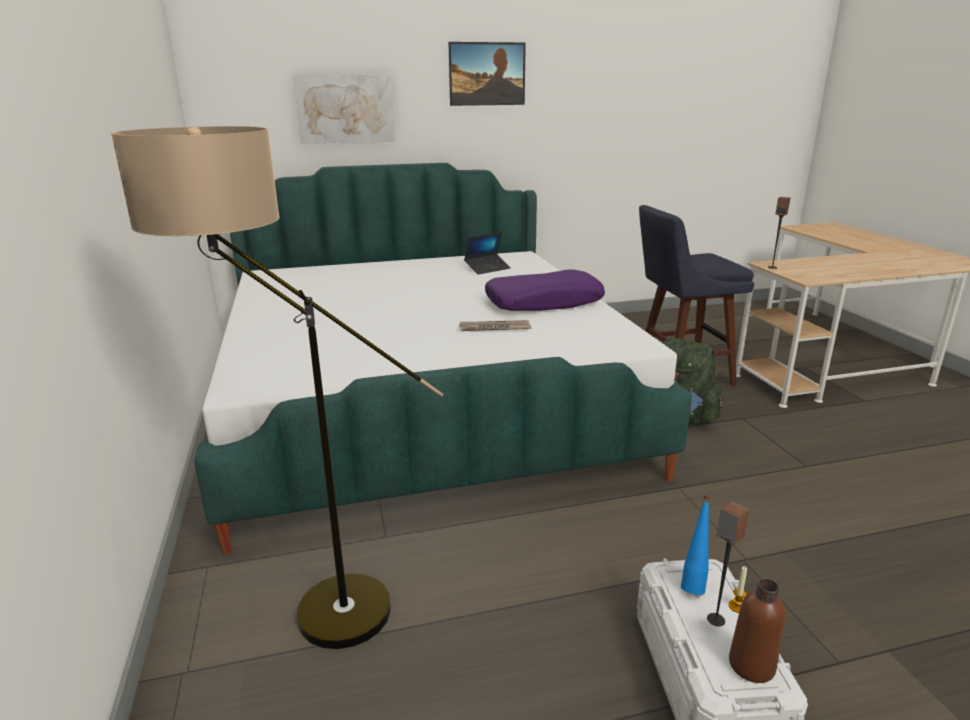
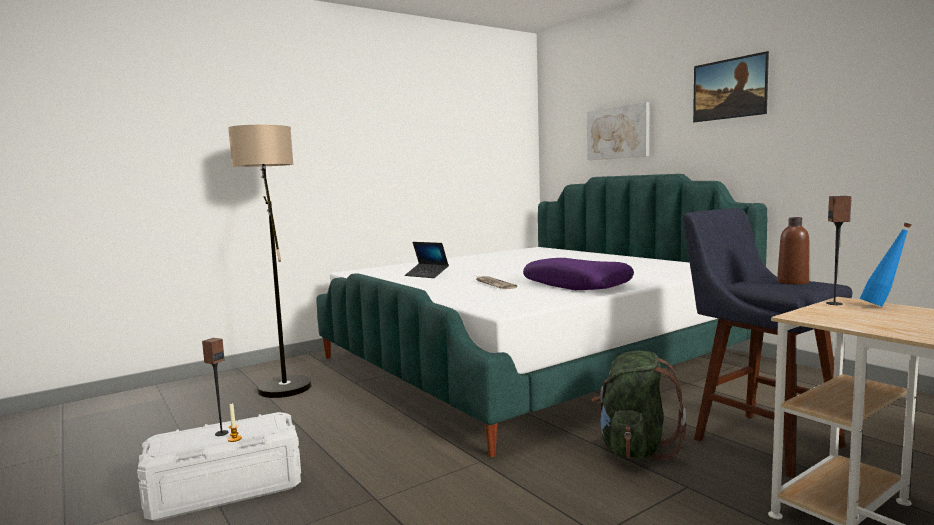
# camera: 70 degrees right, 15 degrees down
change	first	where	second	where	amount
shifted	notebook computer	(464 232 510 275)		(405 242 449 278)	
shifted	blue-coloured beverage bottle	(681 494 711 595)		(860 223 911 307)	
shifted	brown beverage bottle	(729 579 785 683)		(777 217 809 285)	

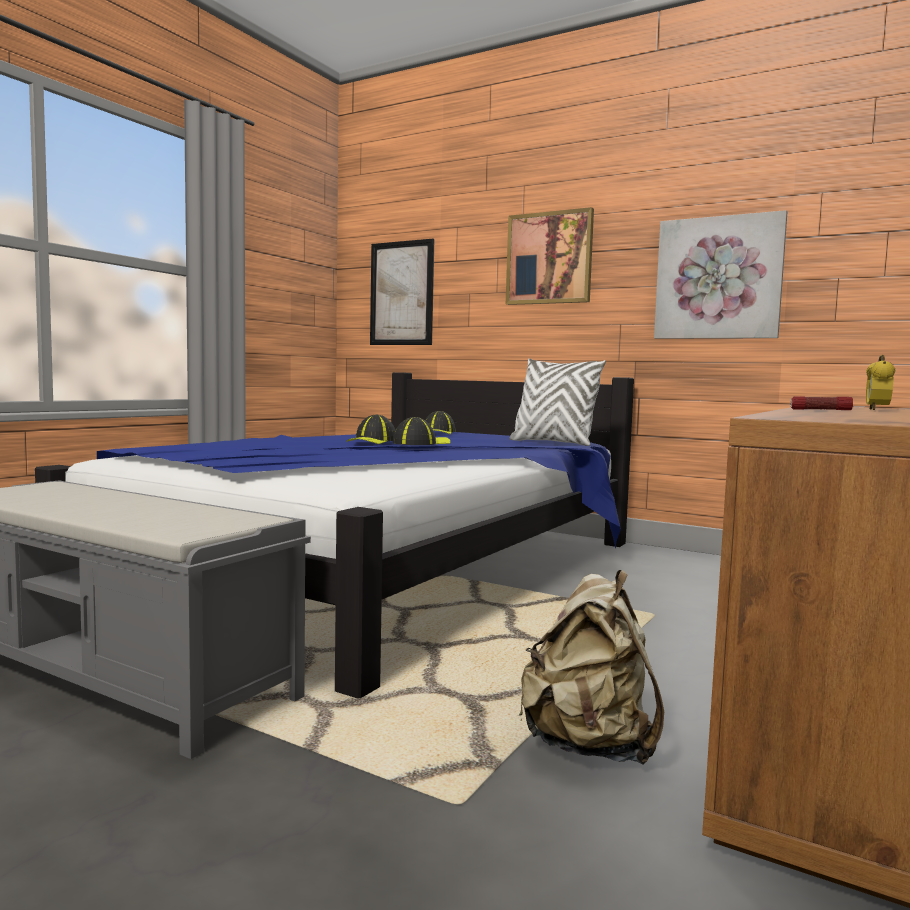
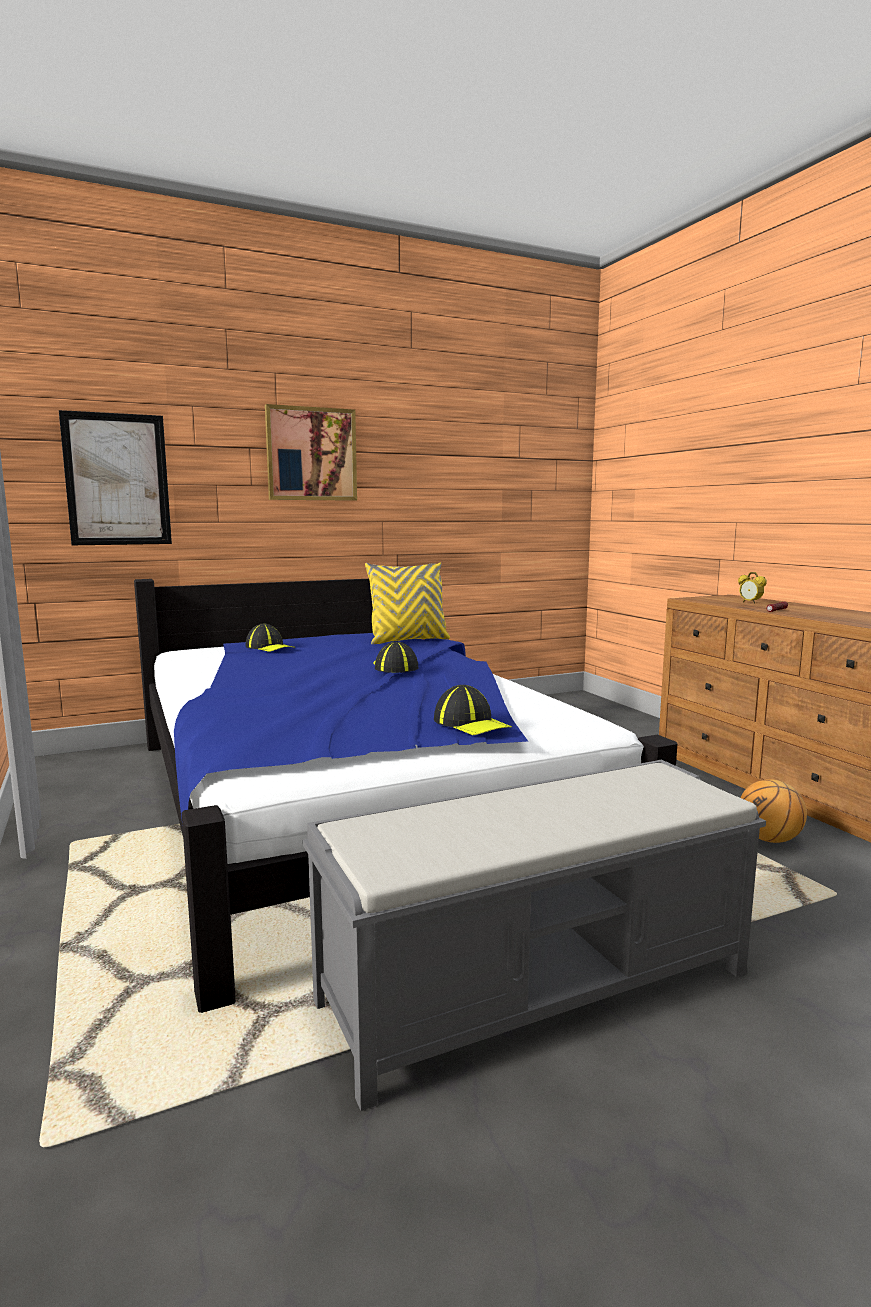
# camera: 55 degrees left, 5 degrees up
change	first	where	second	where	amount
gone	picture	(654 210 787 339)			
repainted	white-coloured cushion	(509 358 606 446)	yellow cushion	(365 562 450 644)	
shifted	cap	(346 415 396 444)		(434 685 512 735)	
swapped	sand-coloured backpack	(518 570 664 764)	basketball ball	(740 779 807 843)	

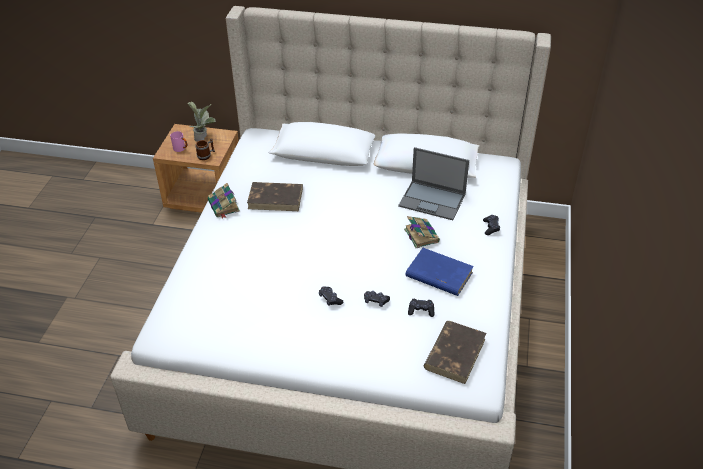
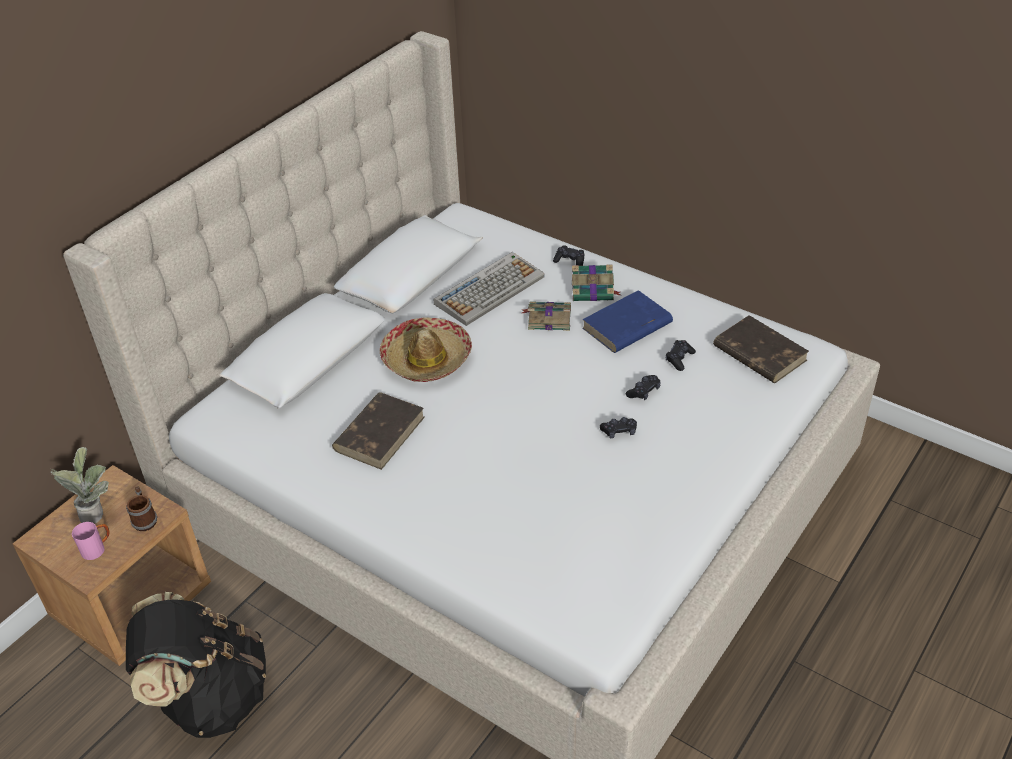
# camera: 65 degrees left, 0 degrees up
change	first	where	second	where	amount
swapped	notebook computer	(398 147 469 220)	computer keyboard	(434 252 545 326)	
shifted	volume	(208 183 240 219)		(572 264 621 301)	
new			clothing hat	(380 317 472 382)	
new			blackish backpack	(126 592 266 738)	

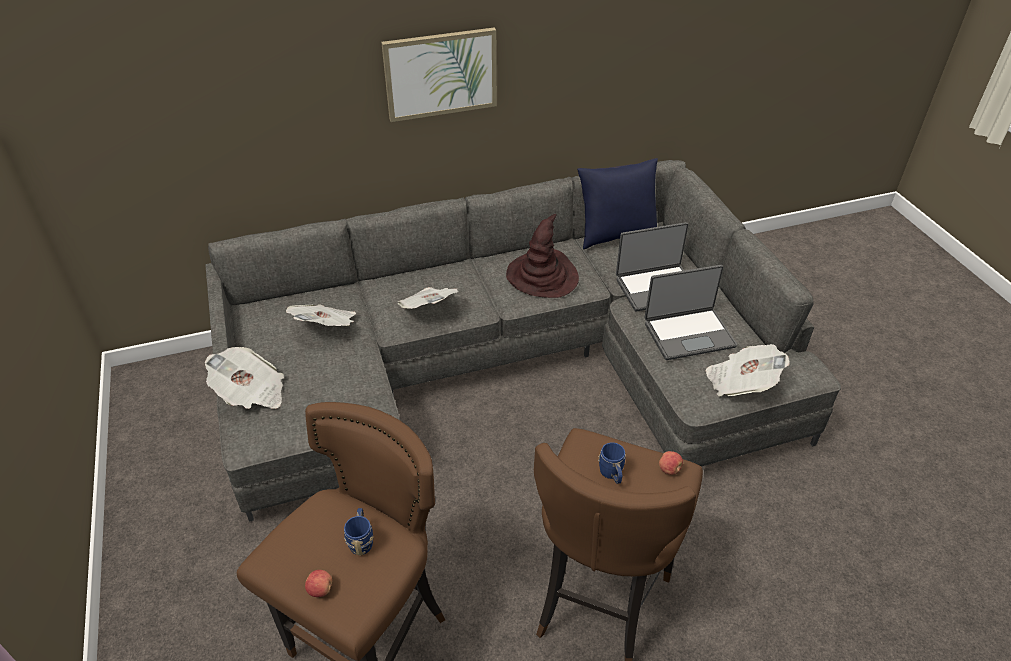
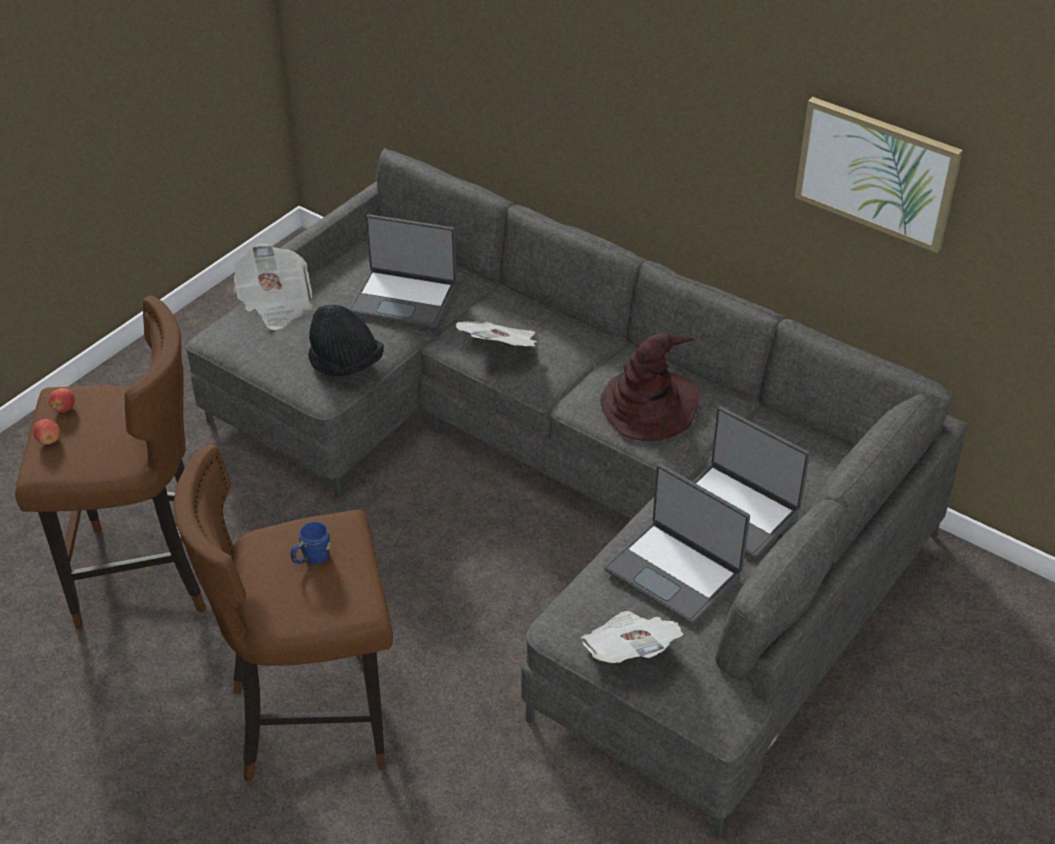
# camera: 55 degrees right, 0 degrees up
change	first	where	second	where	amount
shifted	picture	(381 28 497 122)		(795 97 963 253)	
gone	blue-coloured cushion	(577 158 658 249)			
swapped	daily paper	(286 304 356 326)	notebook computer	(349 214 457 328)	
shifted	whole apple	(659 451 683 475)		(49 388 75 412)	
gone	blue-coloured tea mug	(344 508 374 556)			
new			blackish clothing hat	(308 305 384 376)	

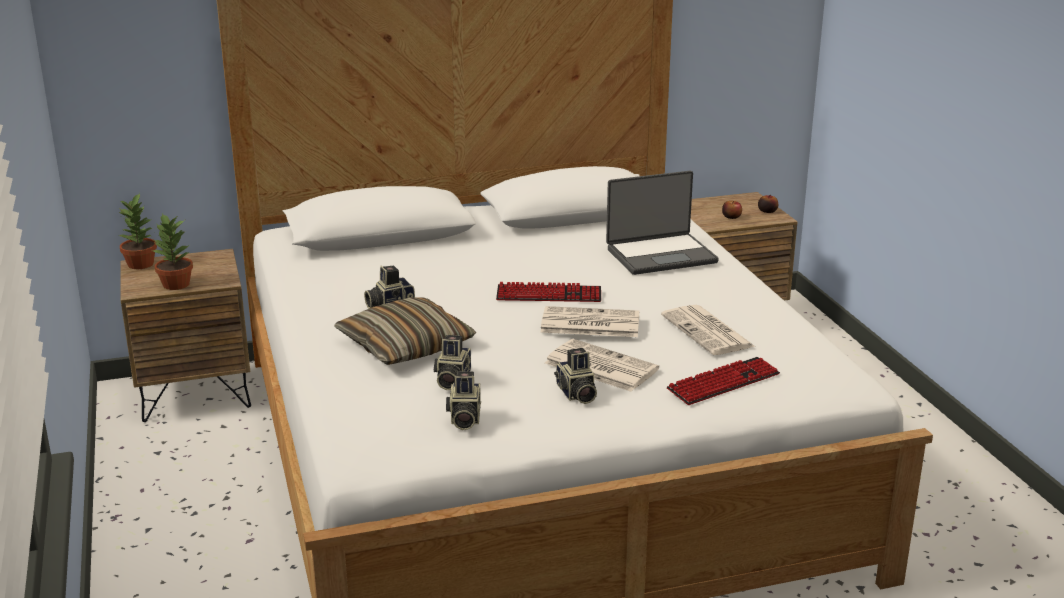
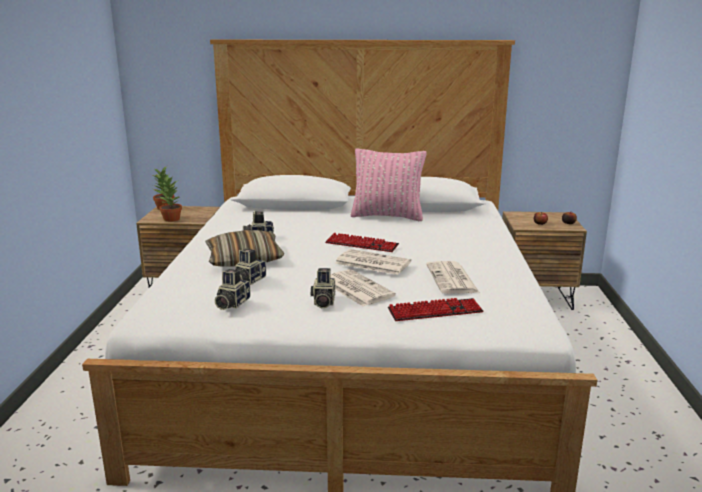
# camera: 20 degrees right, 5 degrees down
change	first	where	second	where	amount
gone	notebook computer	(606 171 719 275)			
new			pink cushion	(351 148 426 221)	

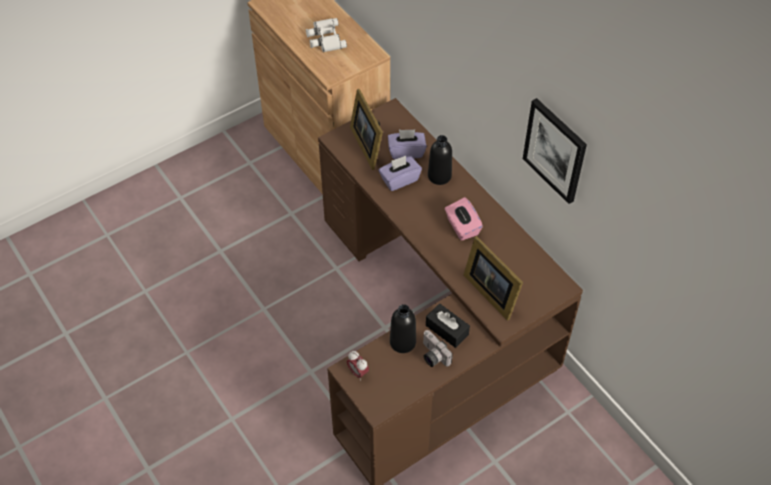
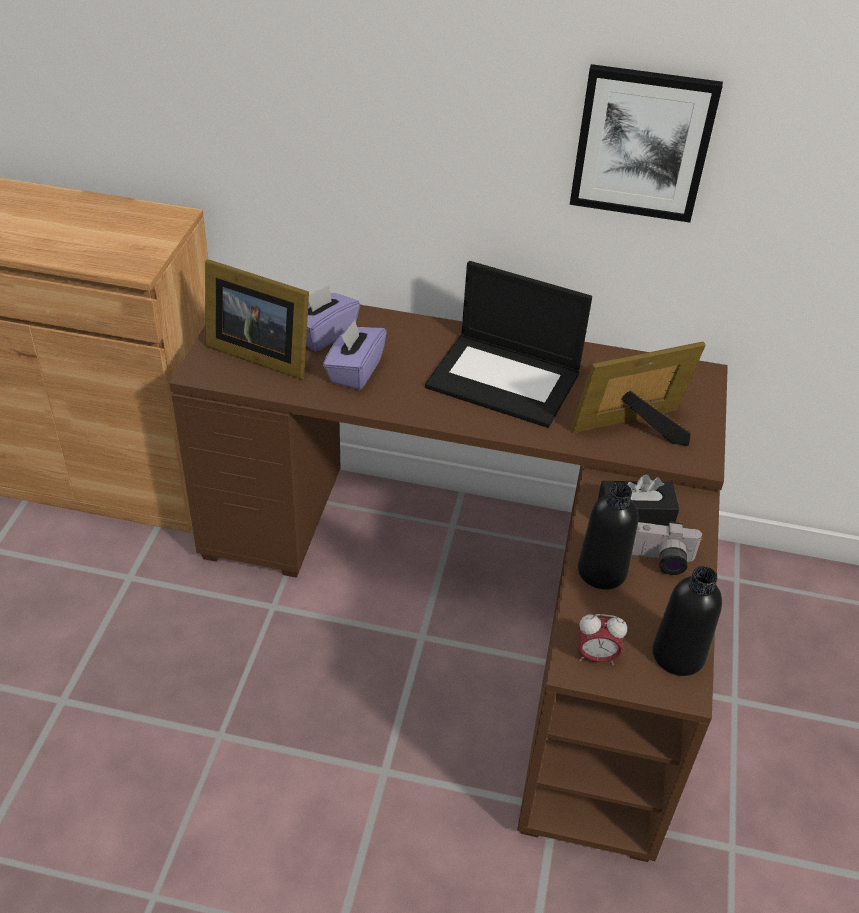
# camera: 45 degrees left, 10 degrees down
change	first	where	second	where	amount
gone	white-coloured binoculars	(306 18 347 52)			
shifted	blackish beverage bottle	(428 135 452 185)		(653 566 722 676)	
swapped	pink tissue holder	(445 197 483 241)	notebook computer	(425 261 592 428)	
rotated	standing frame	(463 236 523 321)		(571 342 706 446)	150 degrees clockwise

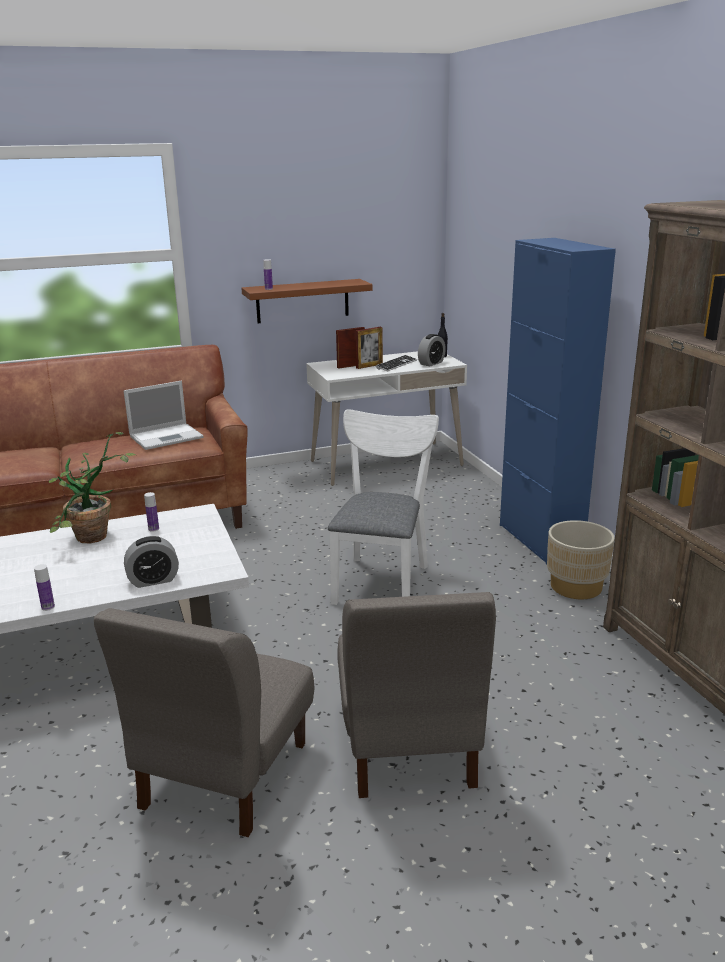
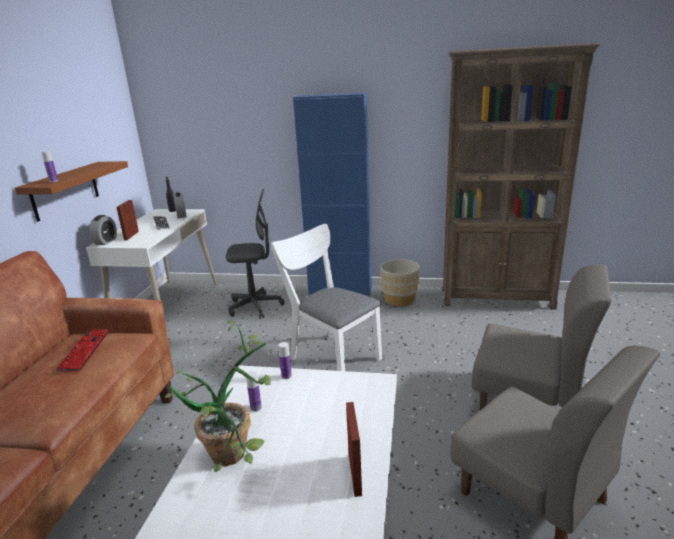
# camera: 60 degrees left, 0 degrees up
change	first	where	second	where	amount
shifted	standing frame	(355 327 383 369)		(346 402 362 497)	
swapped	notebook computer	(124 381 204 450)	computer keyboard	(56 329 109 371)	
shifted	alarm clock	(124 536 179 588)		(89 215 117 245)	
shifted	beverage bottle	(34 564 55 611)		(278 342 292 379)	
new			greyish computer chair	(226 189 285 319)	

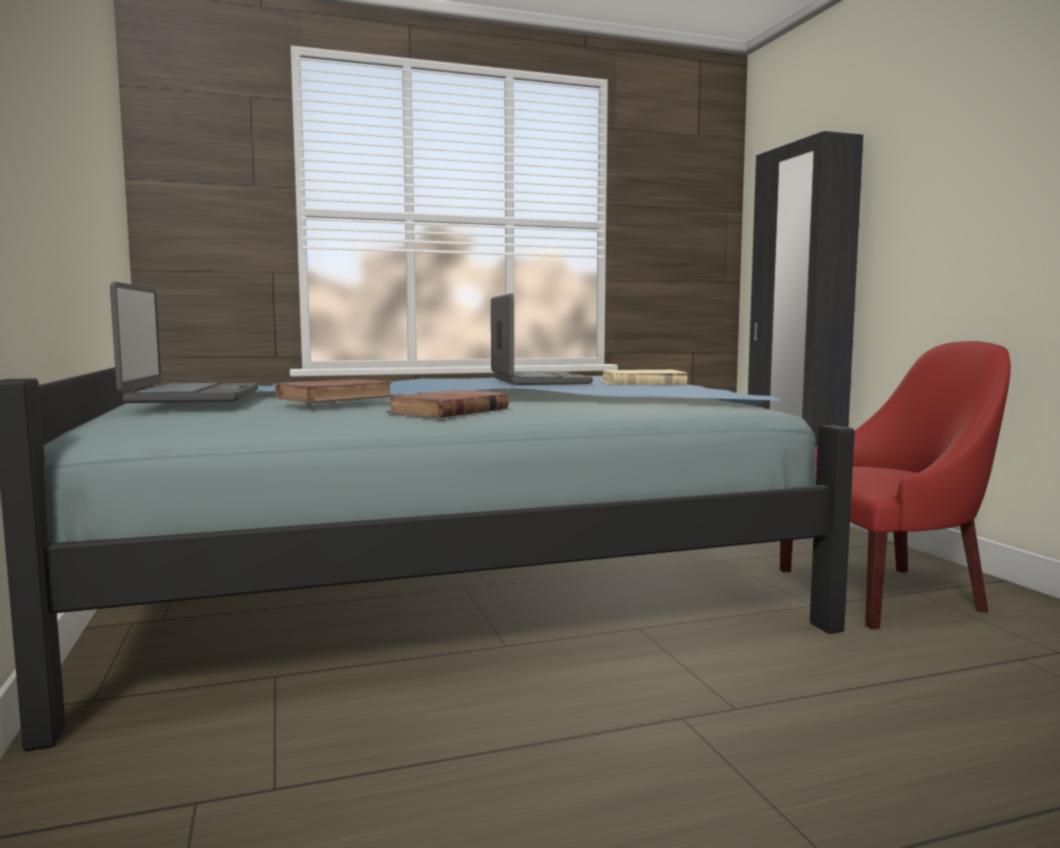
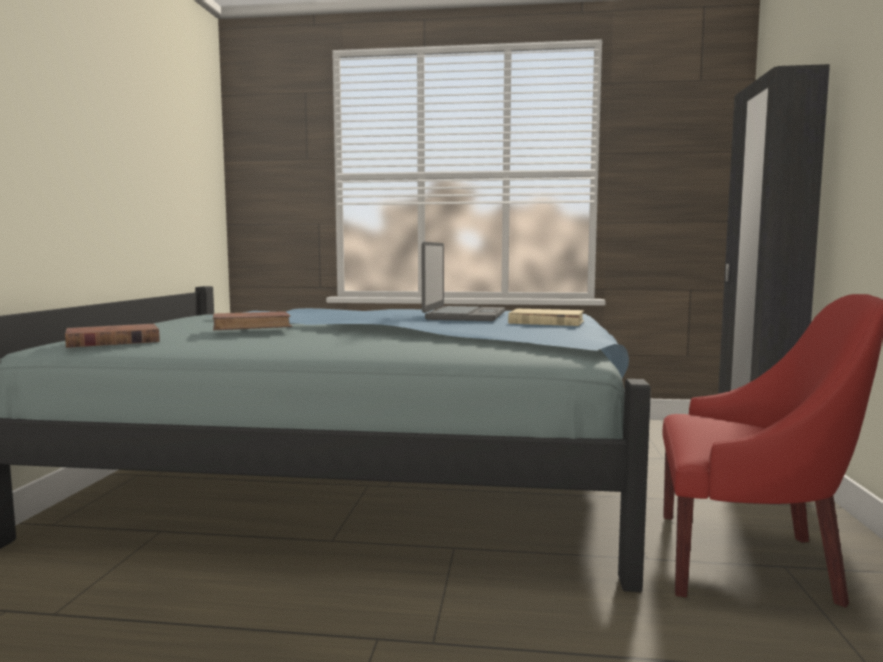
# camera: 25 degrees right, 0 degrees up
change	first	where	second	where	amount
gone	notebook computer	(110 282 258 403)			
shifted	brown volume	(386 390 509 418)		(65 324 160 348)	

